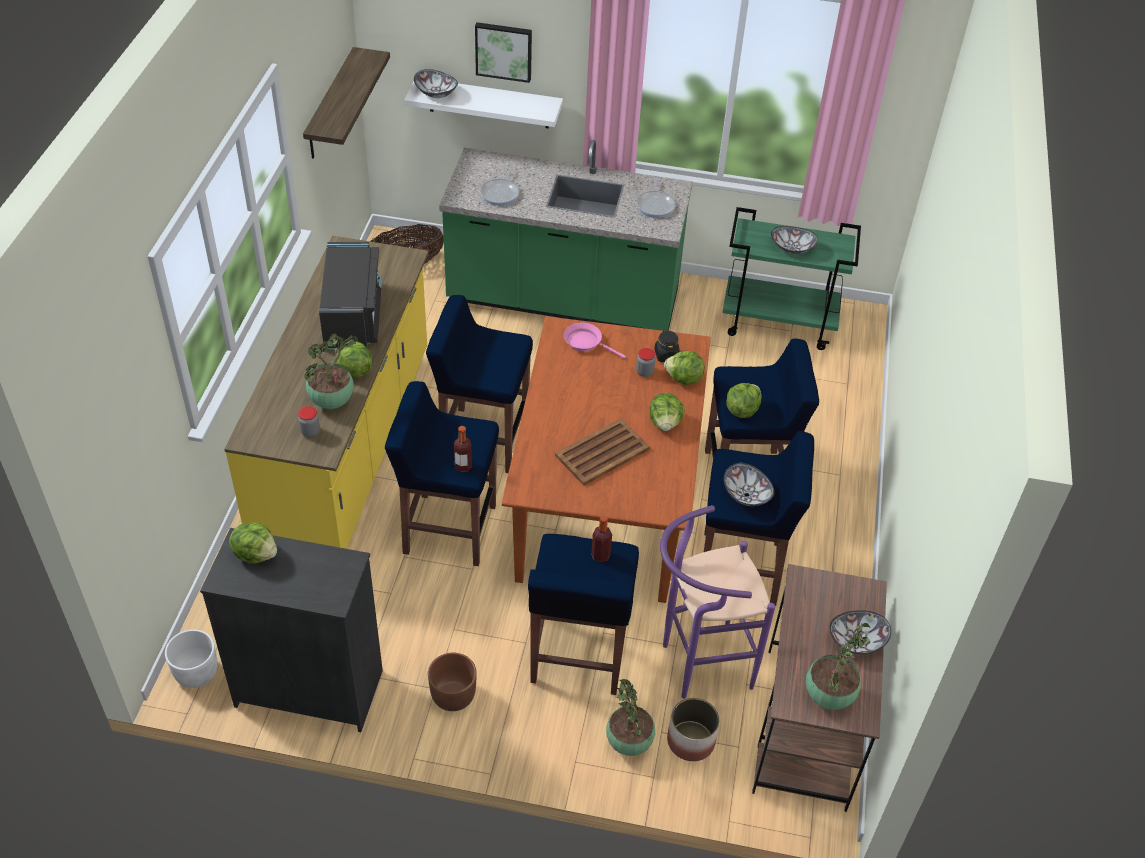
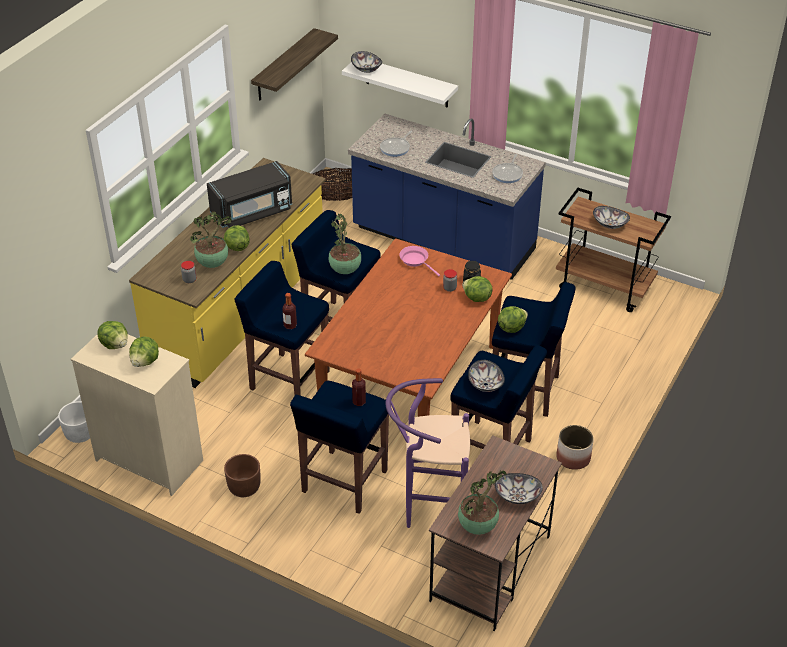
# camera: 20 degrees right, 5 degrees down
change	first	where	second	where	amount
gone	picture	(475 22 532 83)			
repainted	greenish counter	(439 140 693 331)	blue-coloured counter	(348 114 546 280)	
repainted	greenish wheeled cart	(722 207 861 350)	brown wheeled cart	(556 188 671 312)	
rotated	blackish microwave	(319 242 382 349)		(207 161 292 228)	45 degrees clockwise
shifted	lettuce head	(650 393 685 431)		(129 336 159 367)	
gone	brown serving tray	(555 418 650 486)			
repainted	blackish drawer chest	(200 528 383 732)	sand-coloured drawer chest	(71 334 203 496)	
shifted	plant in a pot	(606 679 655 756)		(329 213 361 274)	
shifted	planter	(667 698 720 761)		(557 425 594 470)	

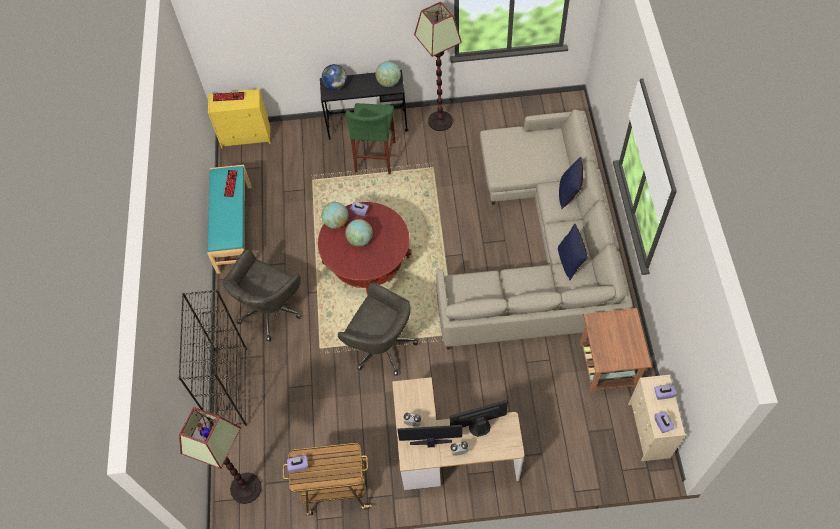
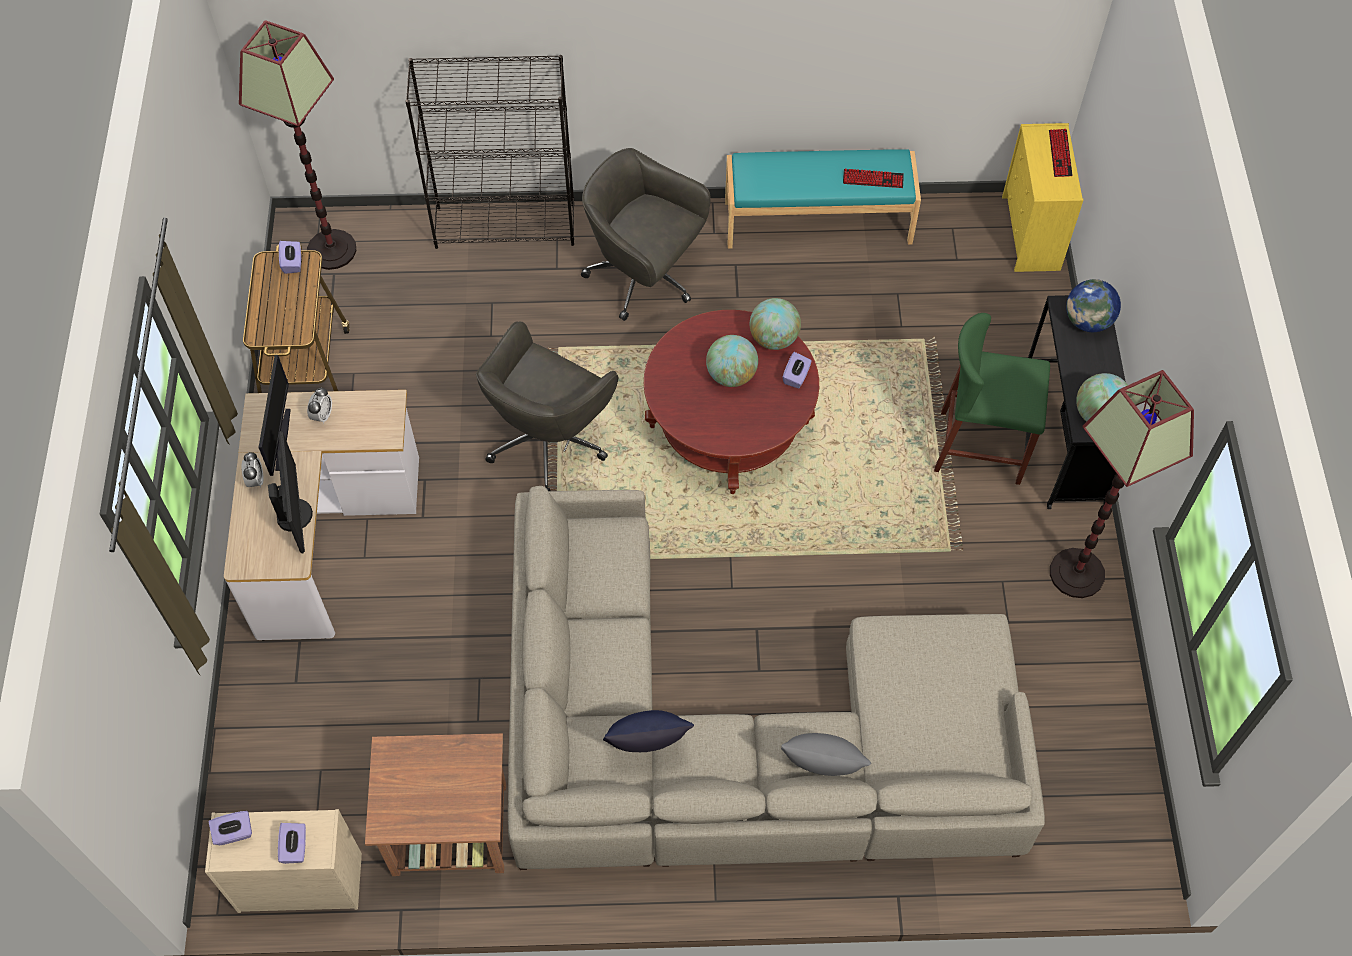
# camera: 90 degrees right, 0 degrees up
change	first	where	second	where	amount
repainted	blue-coloured cushion	(559 157 583 209)	greyish cushion	(781 733 871 776)	

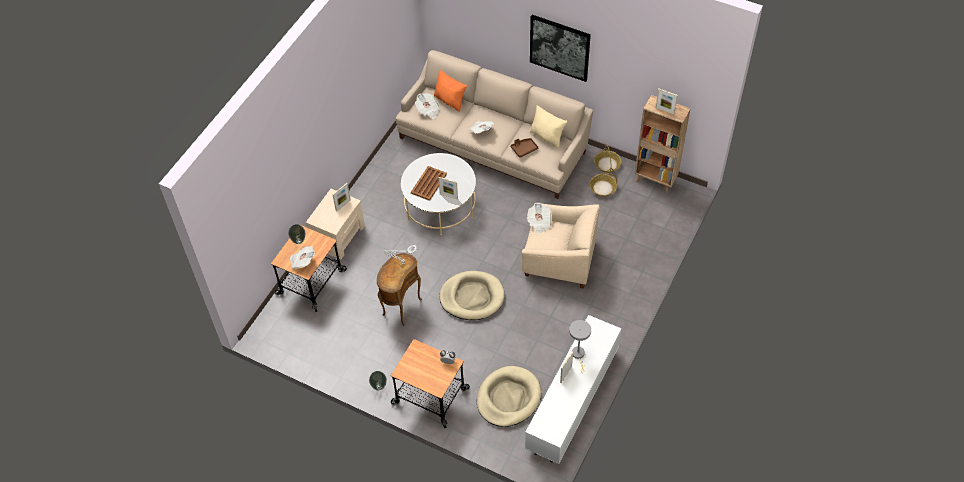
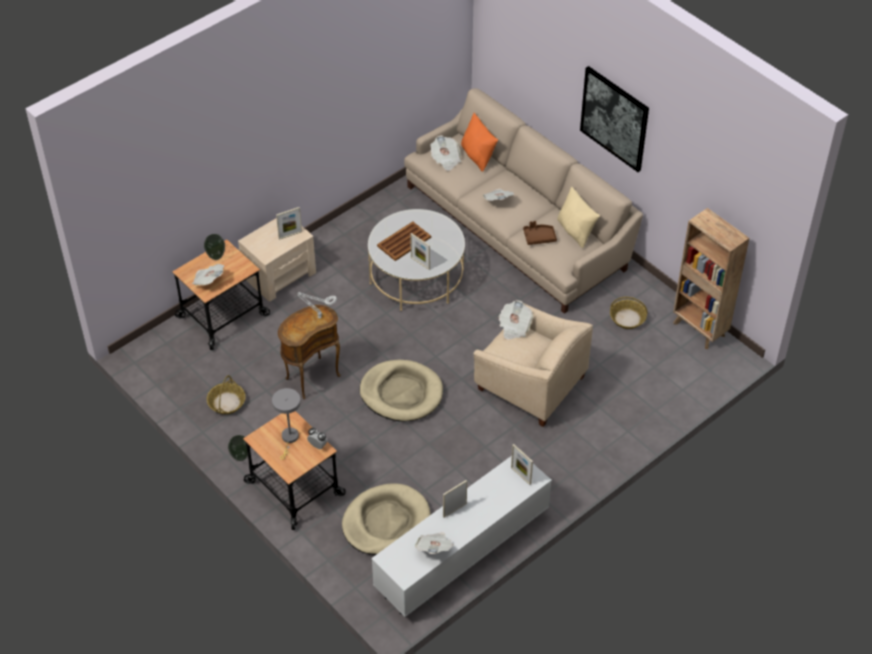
# camera: 20 degrees right, 5 degrees down
change	first	where	second	where	amount
shifted	standing frame	(656 89 678 115)		(511 444 533 485)	
shifted	storage basket	(594 145 622 173)		(207 375 246 414)	
shifted	greyish table lamp	(569 320 591 373)		(272 388 301 460)	
new			daily paper	(415 532 454 554)	

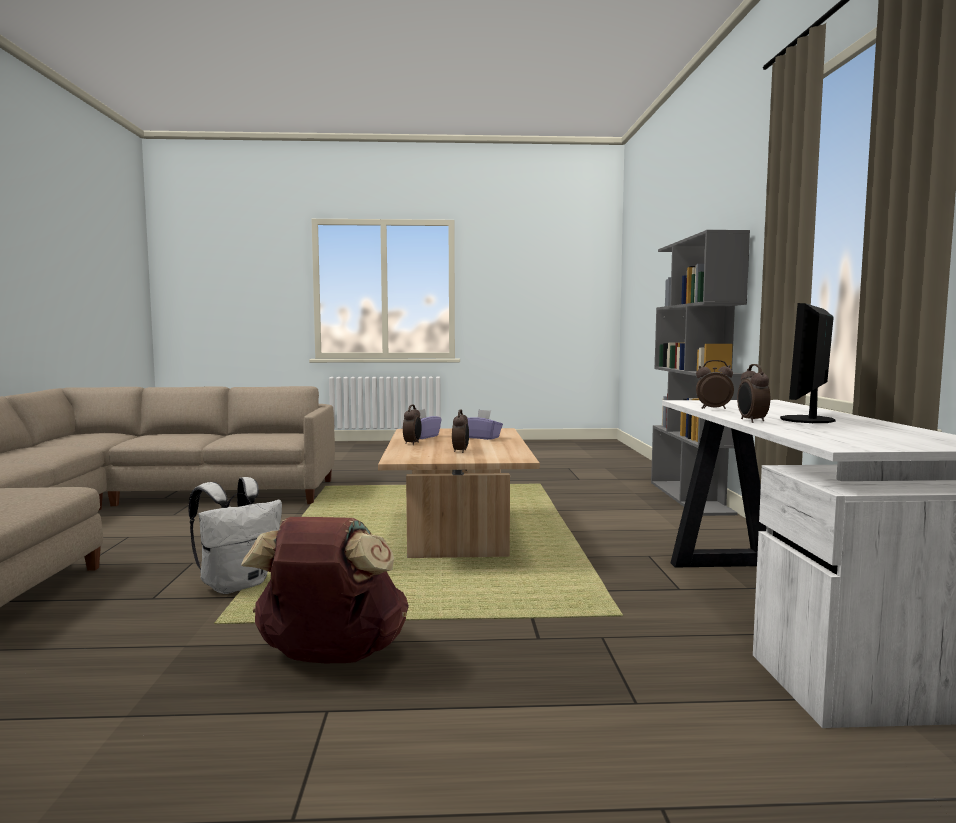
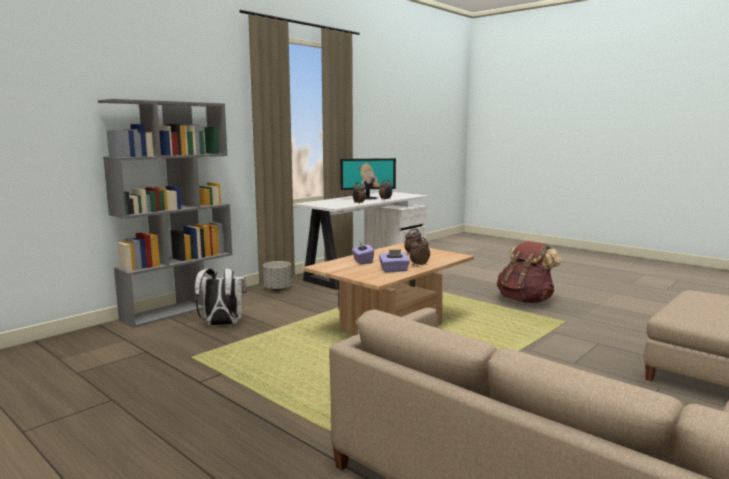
# camera: 135 degrees left, 5 degrees up
change	first	where	second	where	amount
shifted	white-coloured backpack	(189 477 282 594)		(195 268 247 325)	
new			greyish planter	(263 261 292 291)	

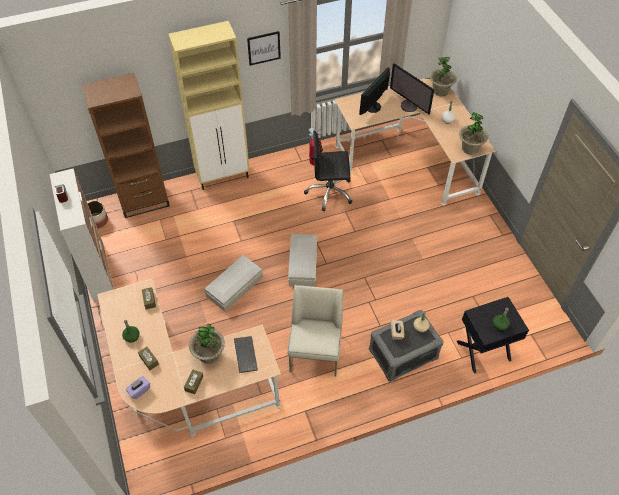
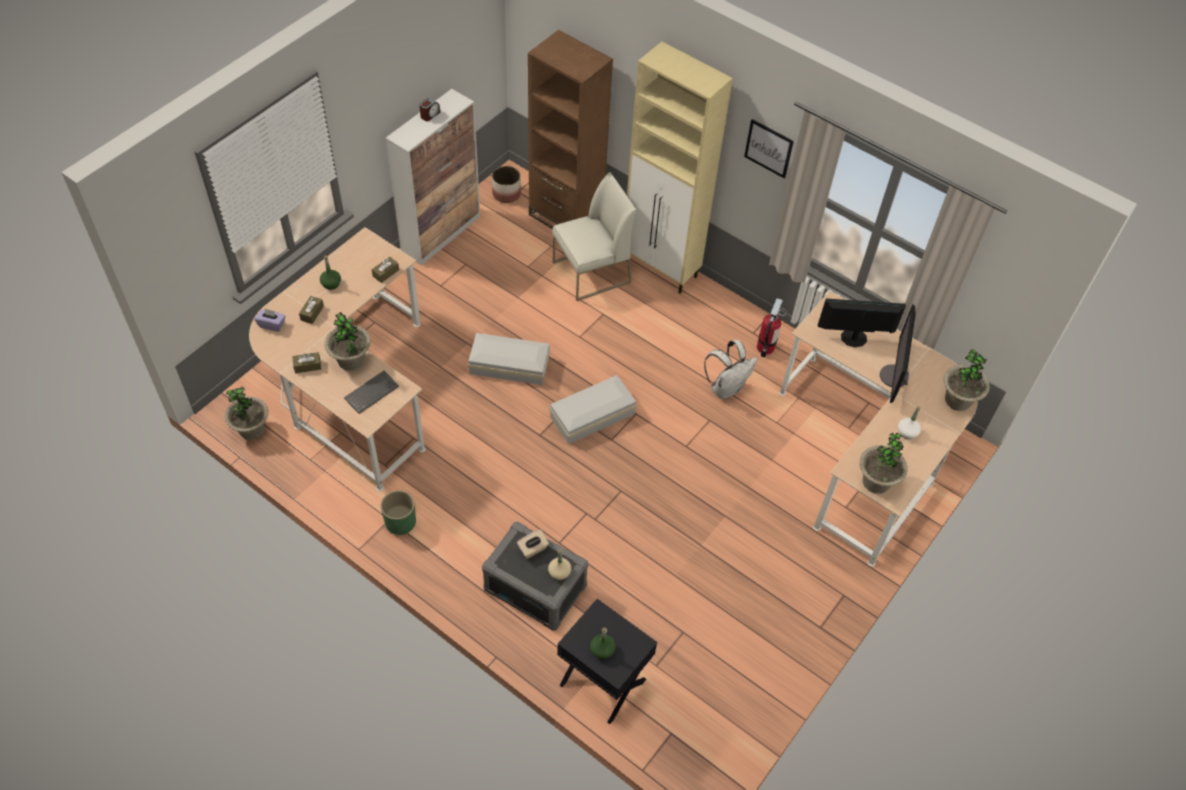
# camera: 55 degrees right, 0 degrees up
change	first	where	second	where	amount
swapped	blackish computer chair	(304 131 353 211)	white-coloured backpack	(704 340 757 399)	
shifted	white-coloured plain chair	(287 285 343 377)		(552 172 636 301)	
new			plant in a pot	(225 386 269 440)	
new			greenish planter	(380 490 416 535)	

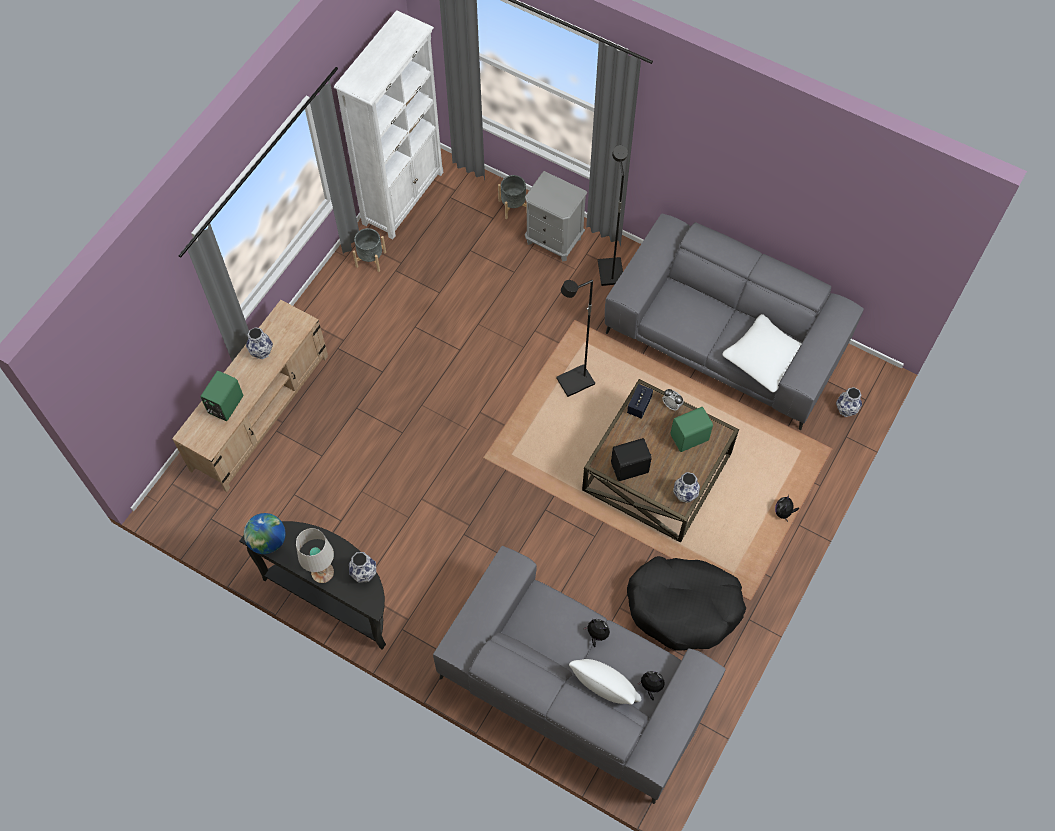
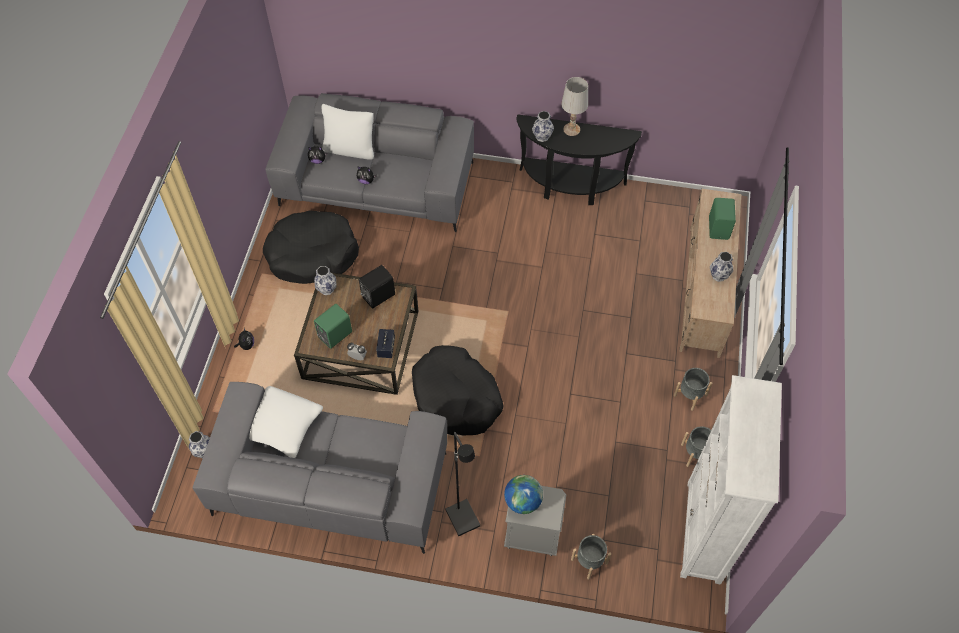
# camera: 160 degrees right, 5 degrees down
change	first	where	second	where	amount
swapped	blackish standard lamp	(556 280 595 397)	blackish dog cushion	(412 345 503 435)	
shifted	globe	(244 513 285 554)		(504 475 543 514)	
new			greyish planter	(674 368 712 411)	

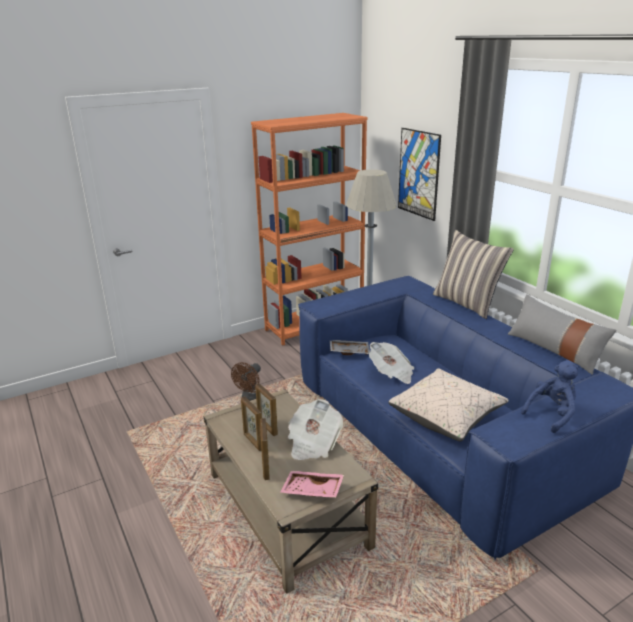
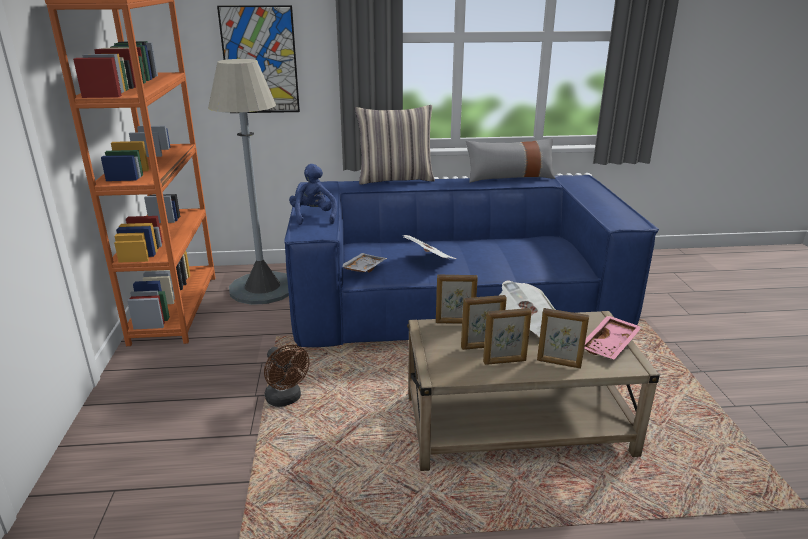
# camera: 65 degrees left, 0 degrees up
change	first	where	second	where	amount
shifted	blue-coloured cuddly toy	(521 360 579 433)		(289 164 337 225)	
gone	sand-coloured cushion	(389 368 509 442)			
new			standing frame	(436 274 478 324)	

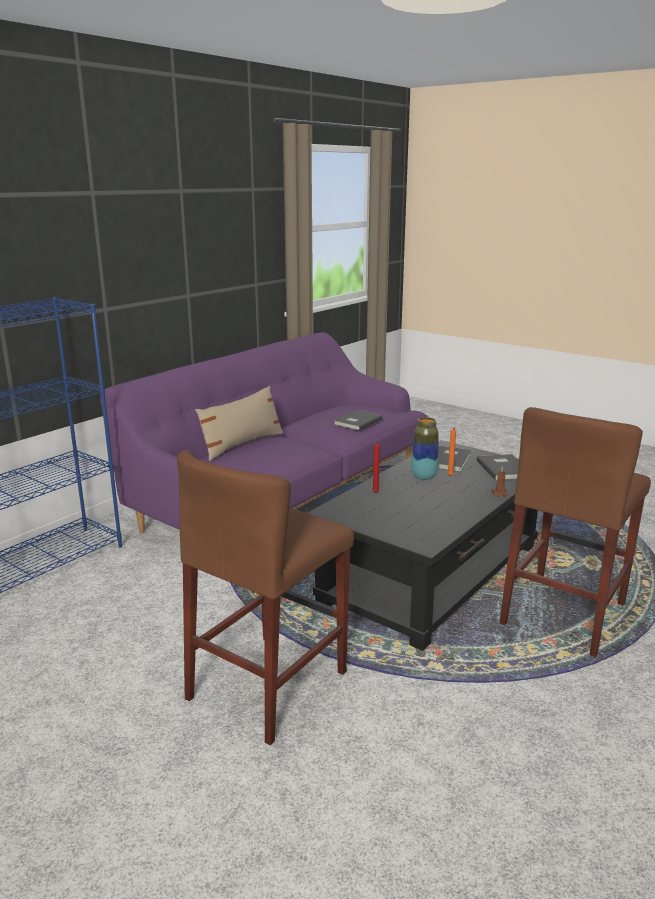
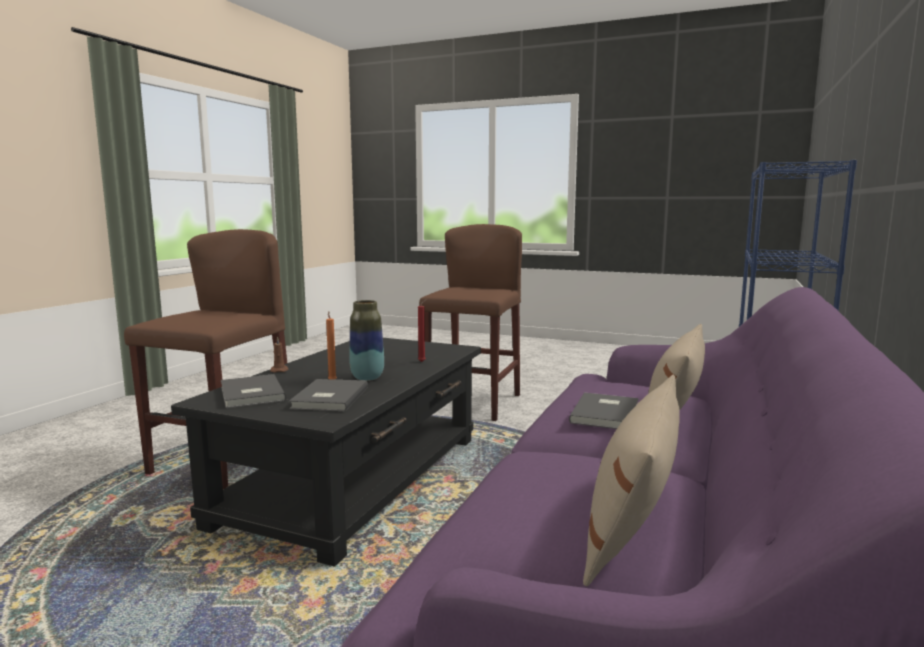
# camera: 165 degrees right, 10 degrees down
change	first	where	second	where	amount
shifted	greyish volume	(333 410 383 431)		(569 392 639 429)	
new			sand-coloured cushion	(583 375 680 586)	

